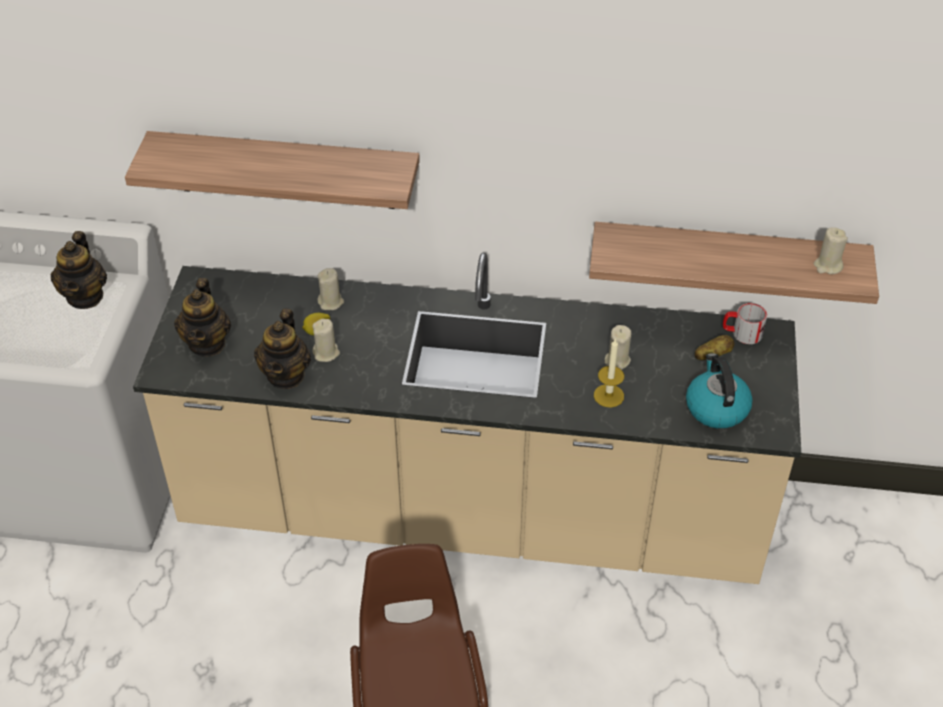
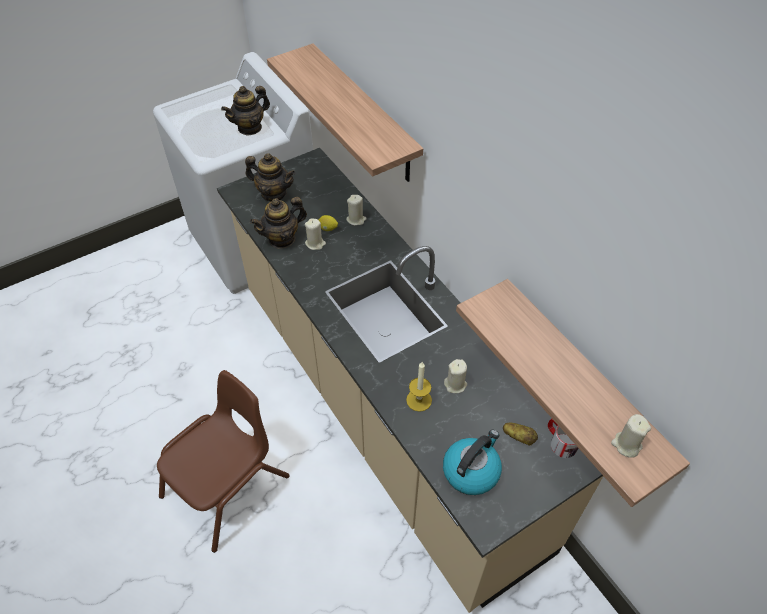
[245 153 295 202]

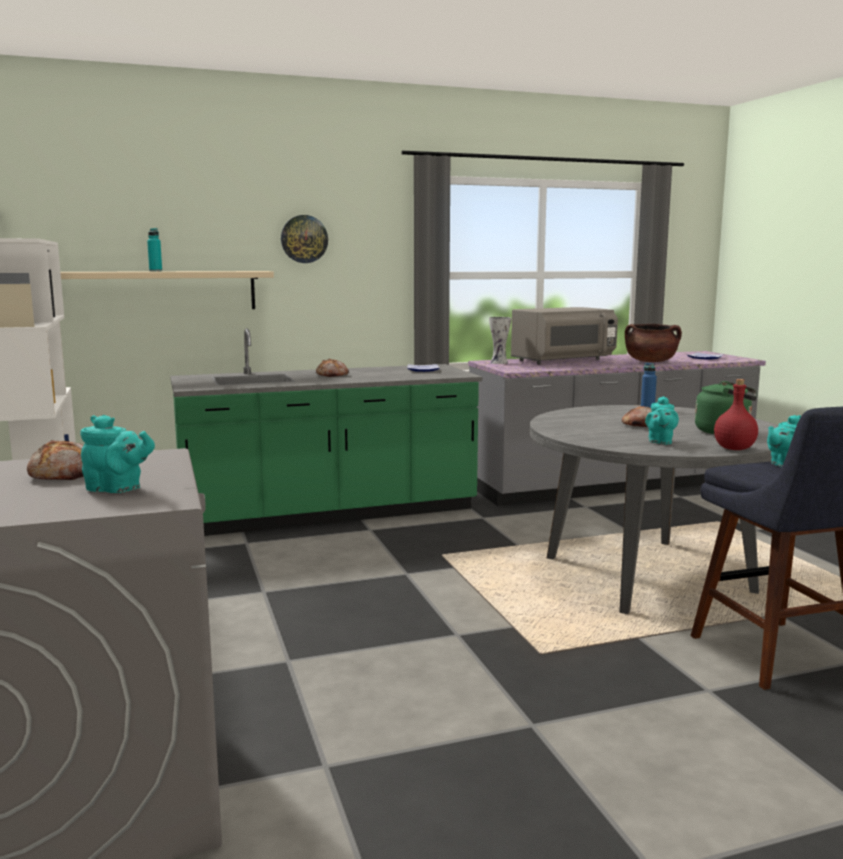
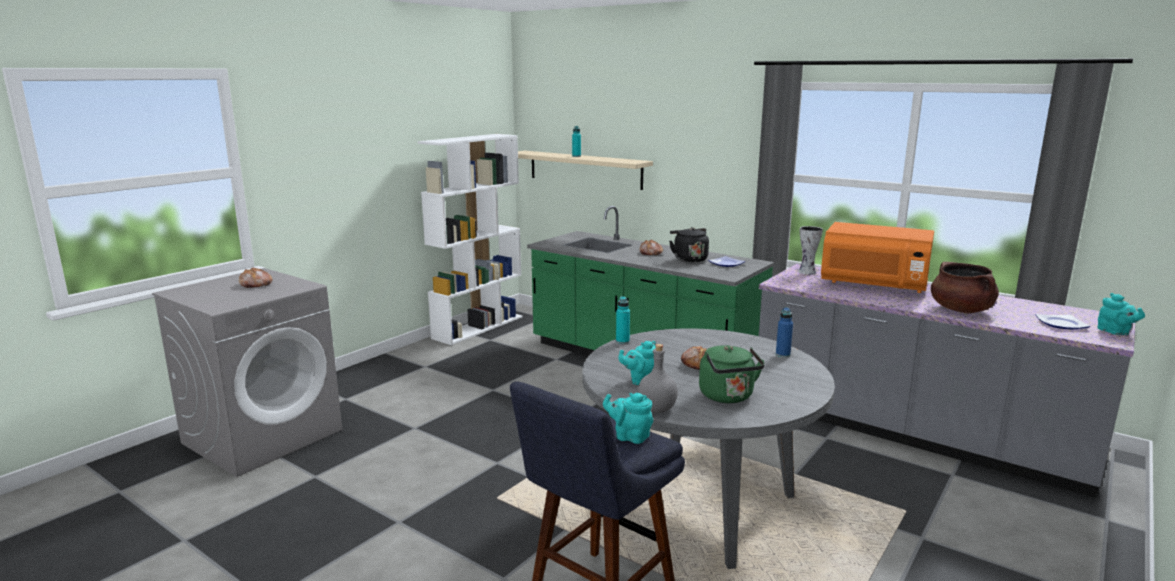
[281 215 328 263] (first image)
[616 296 630 344]
[669 227 709 263]
[1097 293 1145 335]
[821 222 934 293]
[637 344 678 413]

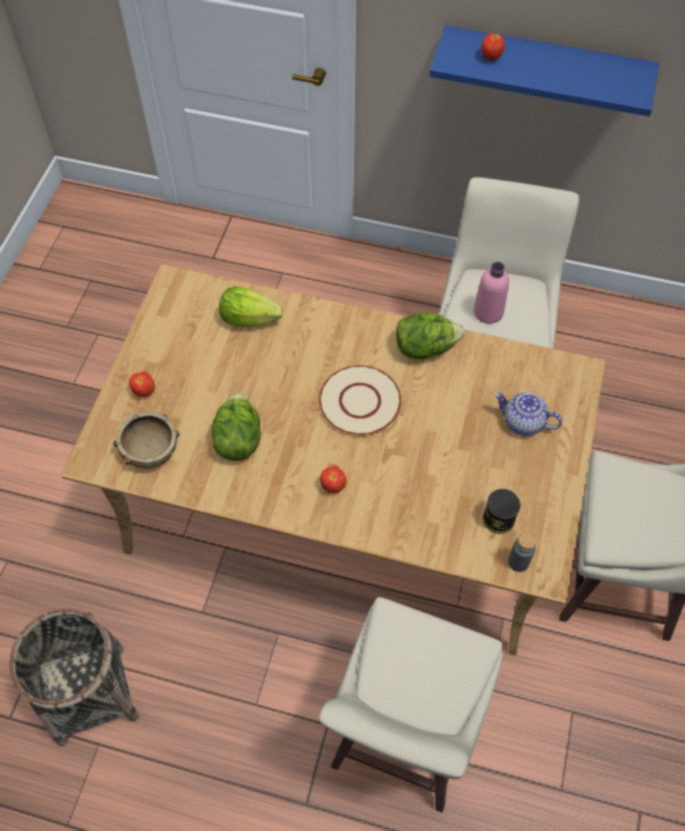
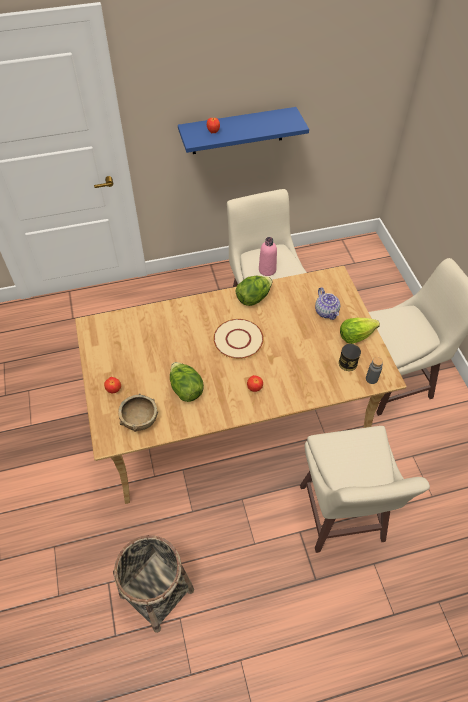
[340 318 380 344]
[315 287 340 320]

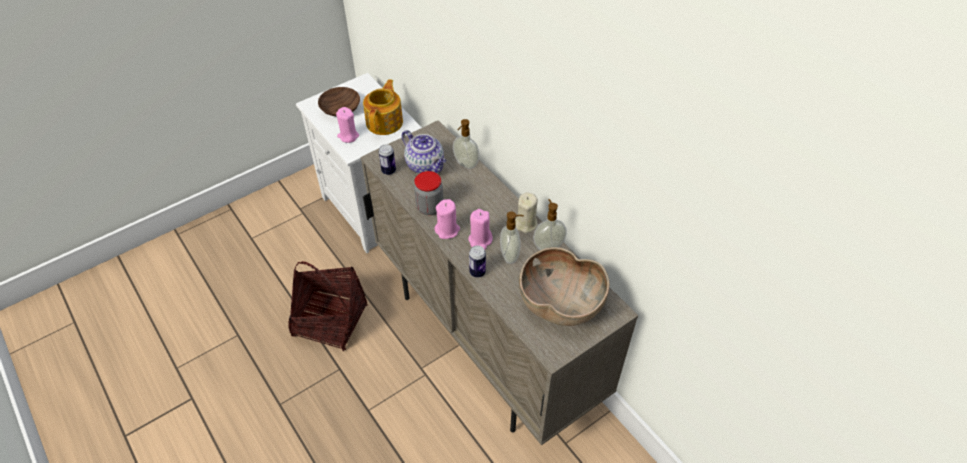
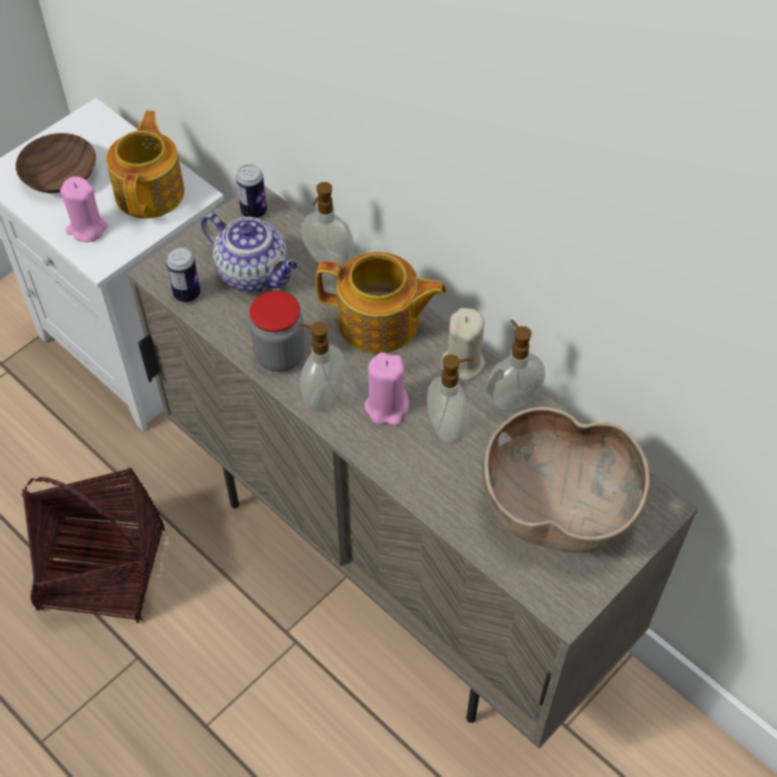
[316 252 447 353]
[236 164 267 218]
[299 322 345 412]

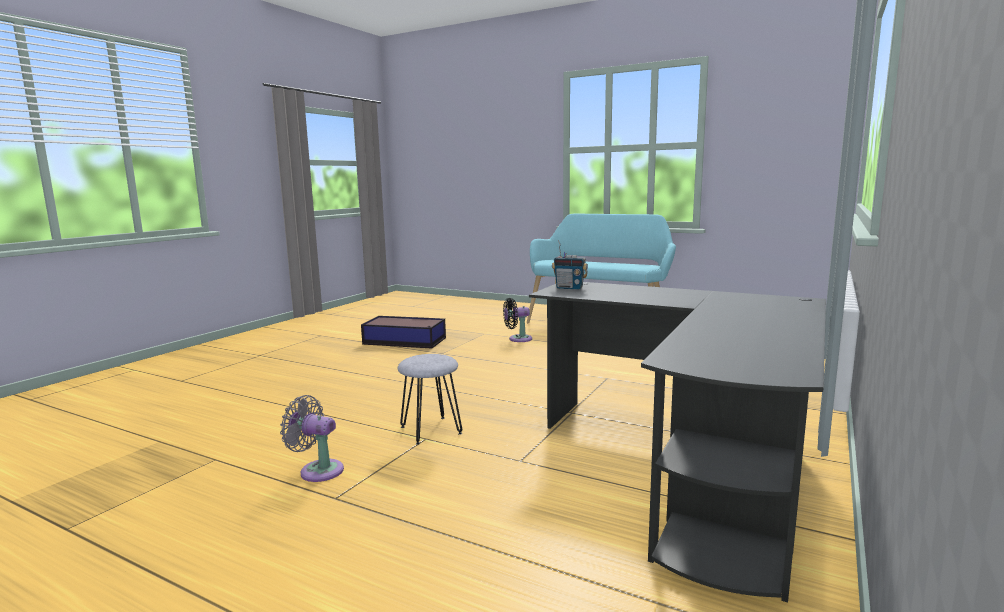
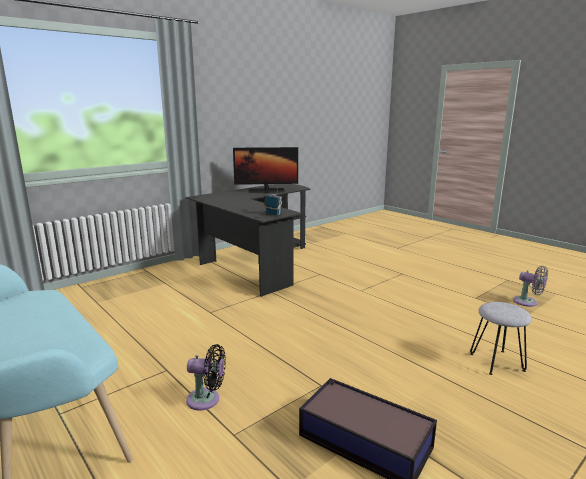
[233 147 298 193]
[513 266 548 307]
[470 302 532 375]

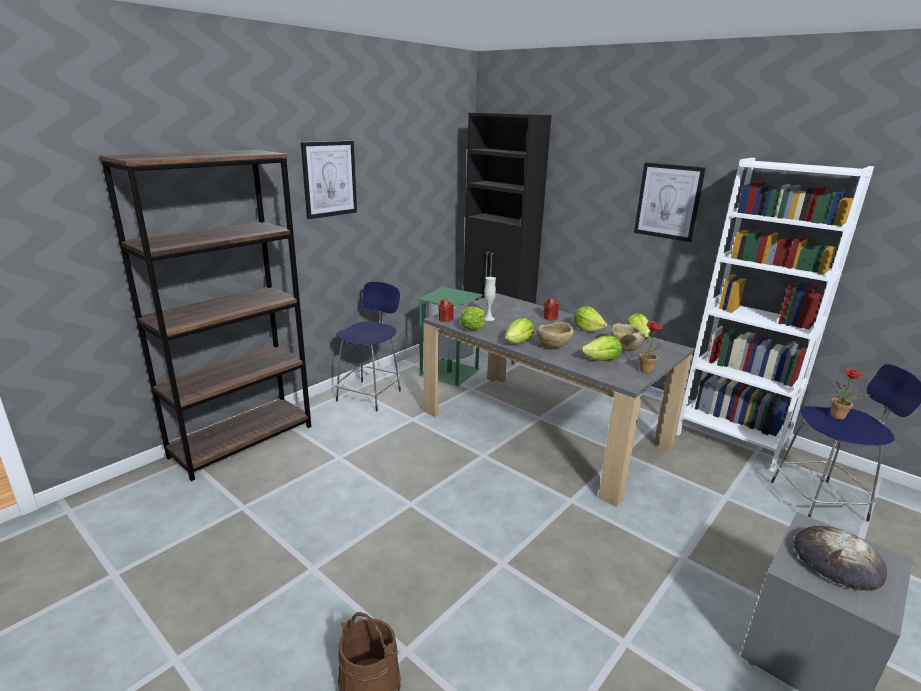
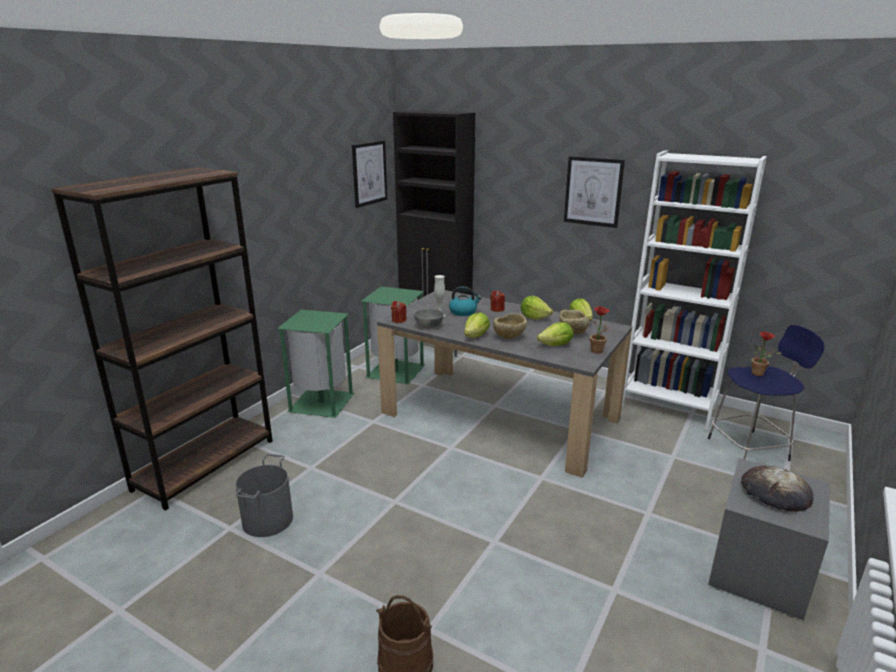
[235 454 293 537]
[449 286 481 316]
[352 140 387 208]
[277 310 354 418]
[414 309 444 328]

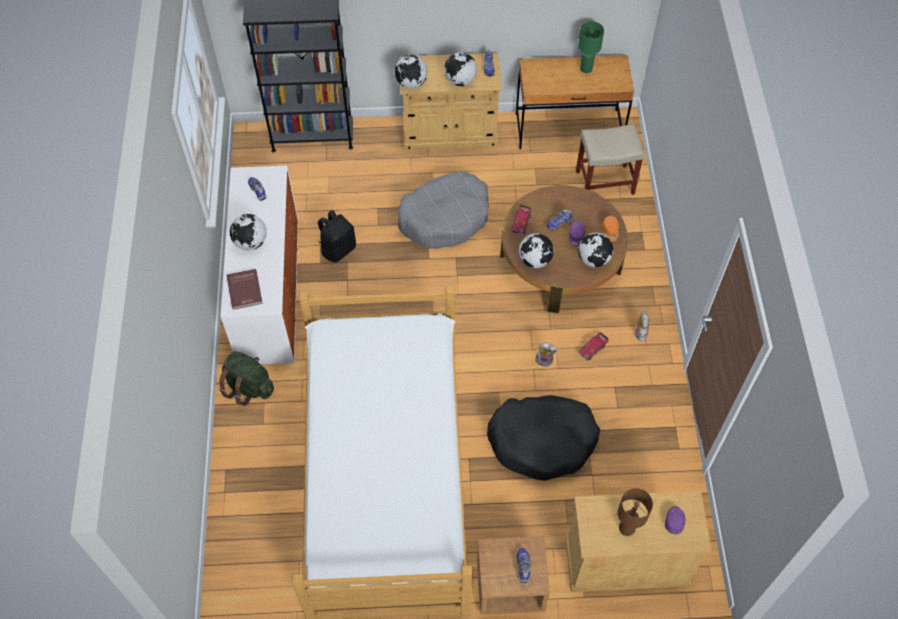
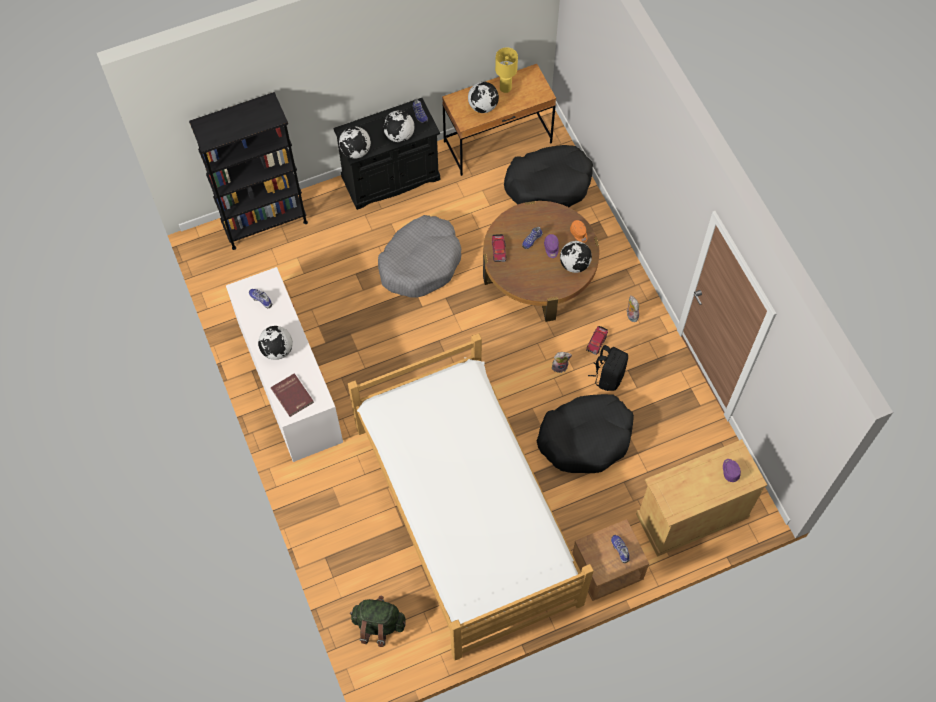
[618 488 653 536] (first image)
[350 596 406 647]
[588 345 628 391]
[468 82 499 113]
[504 145 593 207]
[333 98 440 210]
[495 47 518 93]

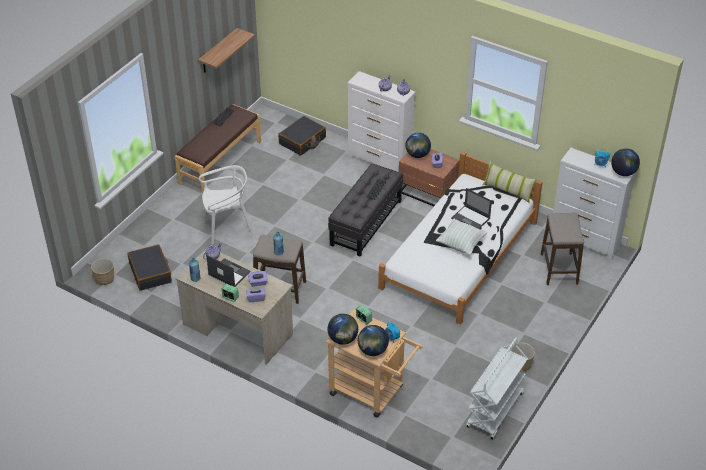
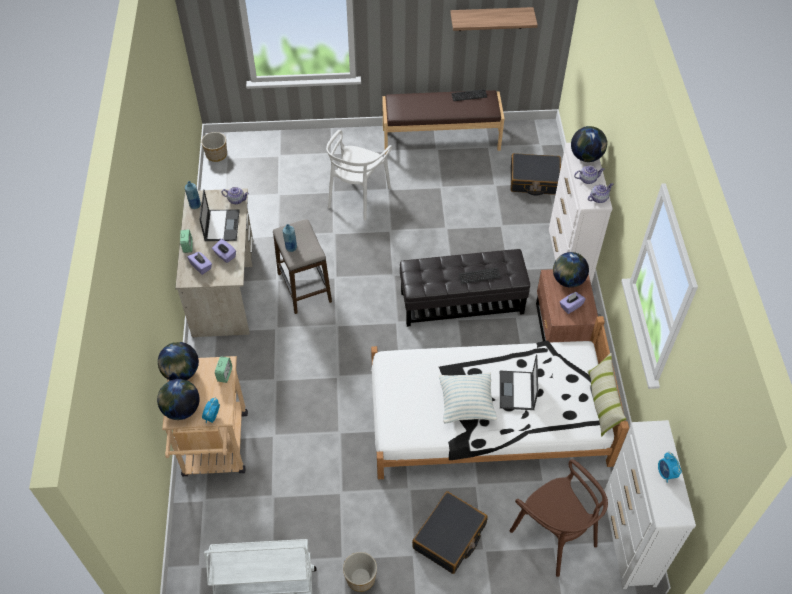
[412 491 488 574]
[571 126 607 162]
[510 459 608 577]
[326 130 392 220]

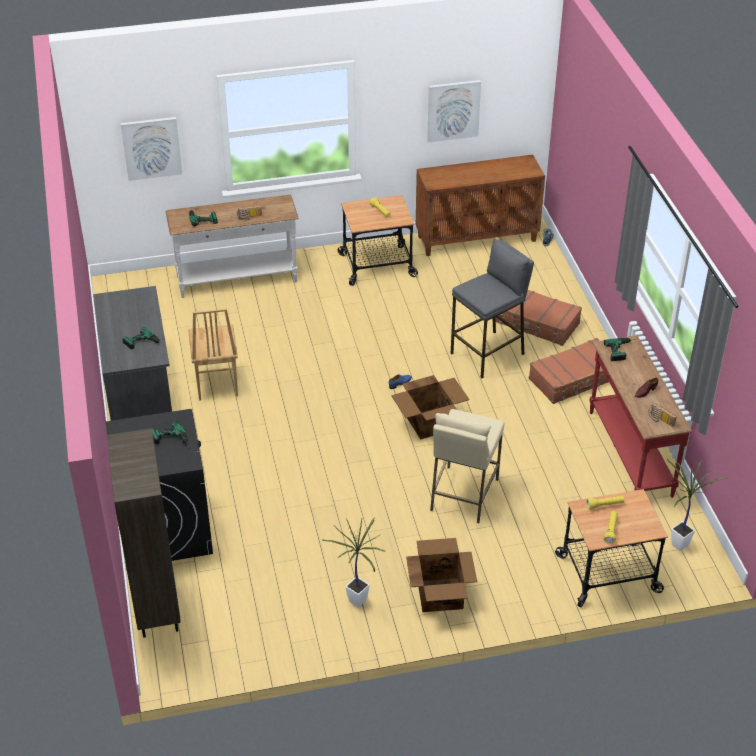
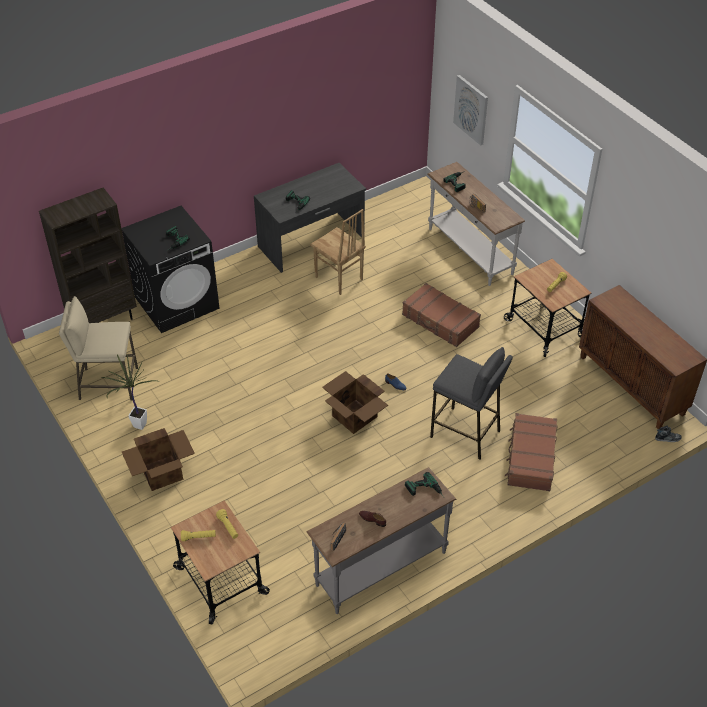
[427 80 481 142] (first image)
[667 459 729 551] (first image)
[59 296 138 401]
[402 283 481 347]
[306 467 456 614]
[310 209 366 295]

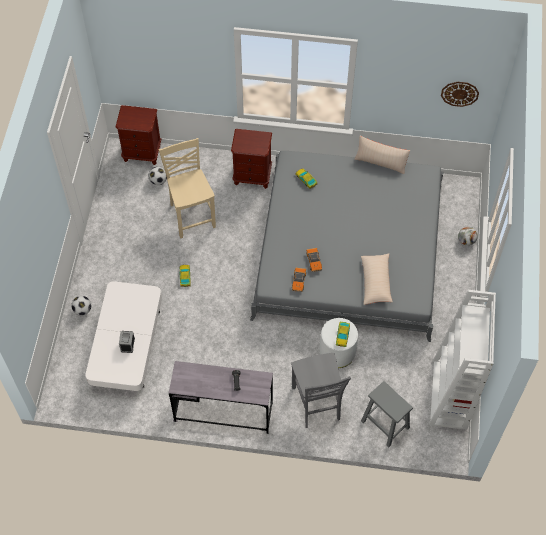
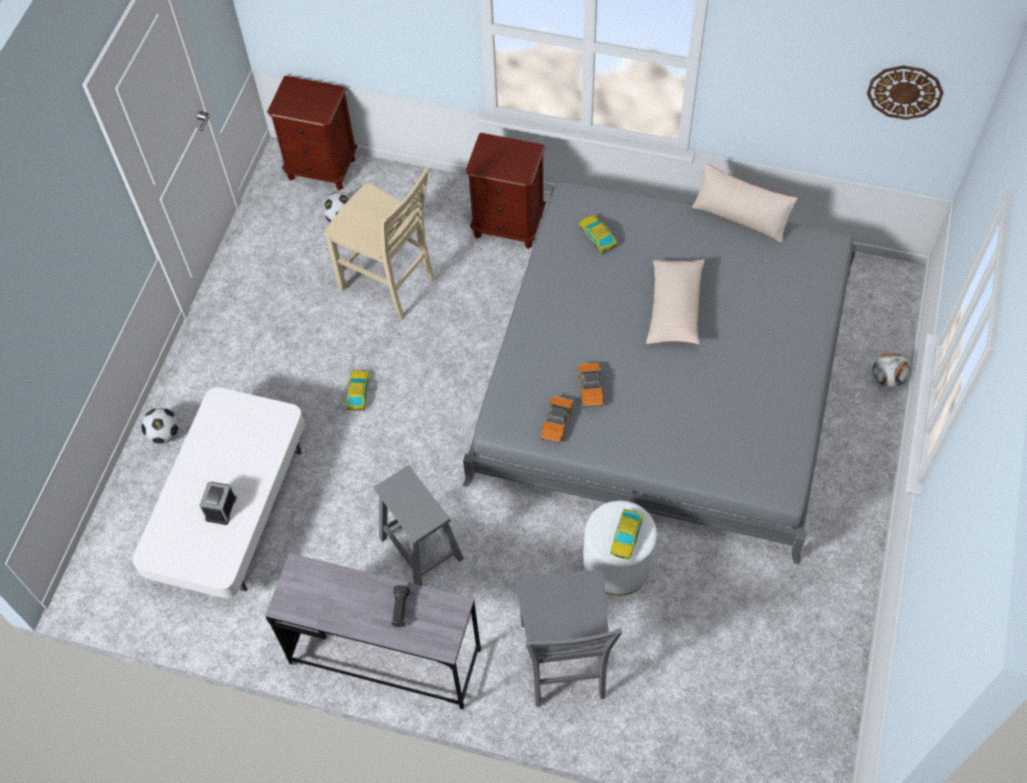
[429 290 496 430] (first image)
[646 259 705 344]
[374 465 464 585]
[324 167 435 319]

